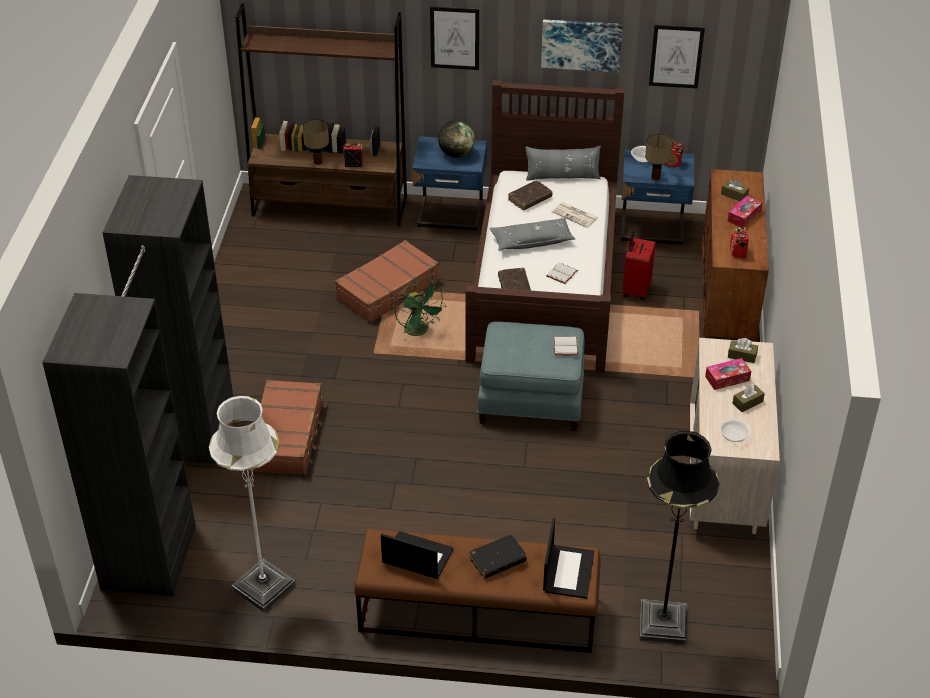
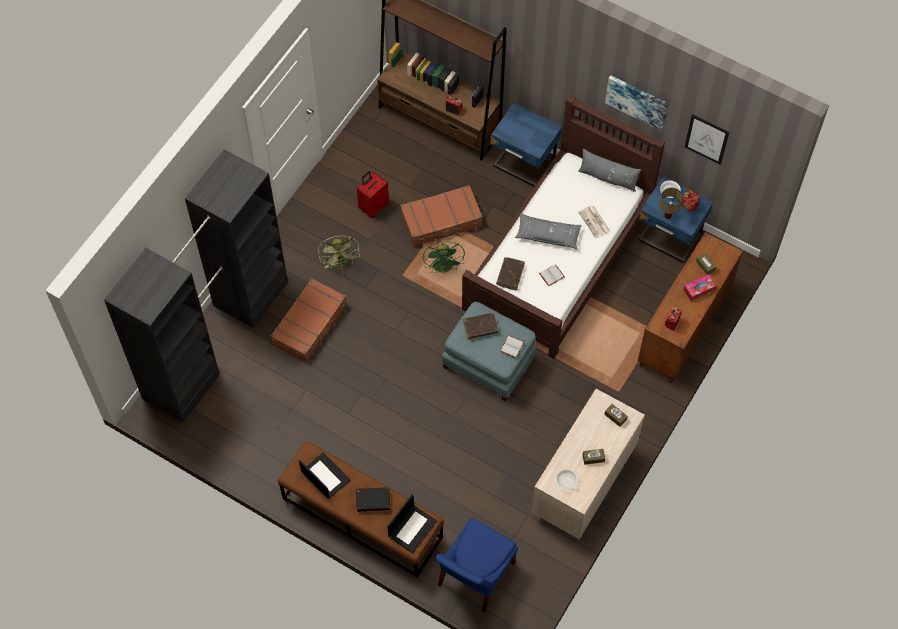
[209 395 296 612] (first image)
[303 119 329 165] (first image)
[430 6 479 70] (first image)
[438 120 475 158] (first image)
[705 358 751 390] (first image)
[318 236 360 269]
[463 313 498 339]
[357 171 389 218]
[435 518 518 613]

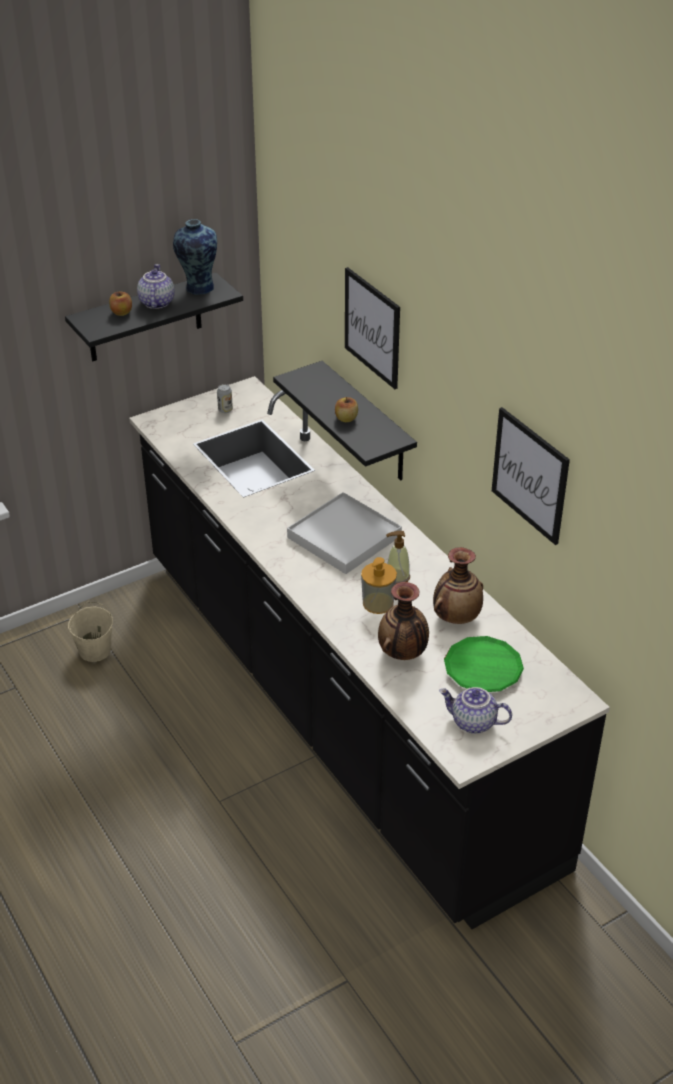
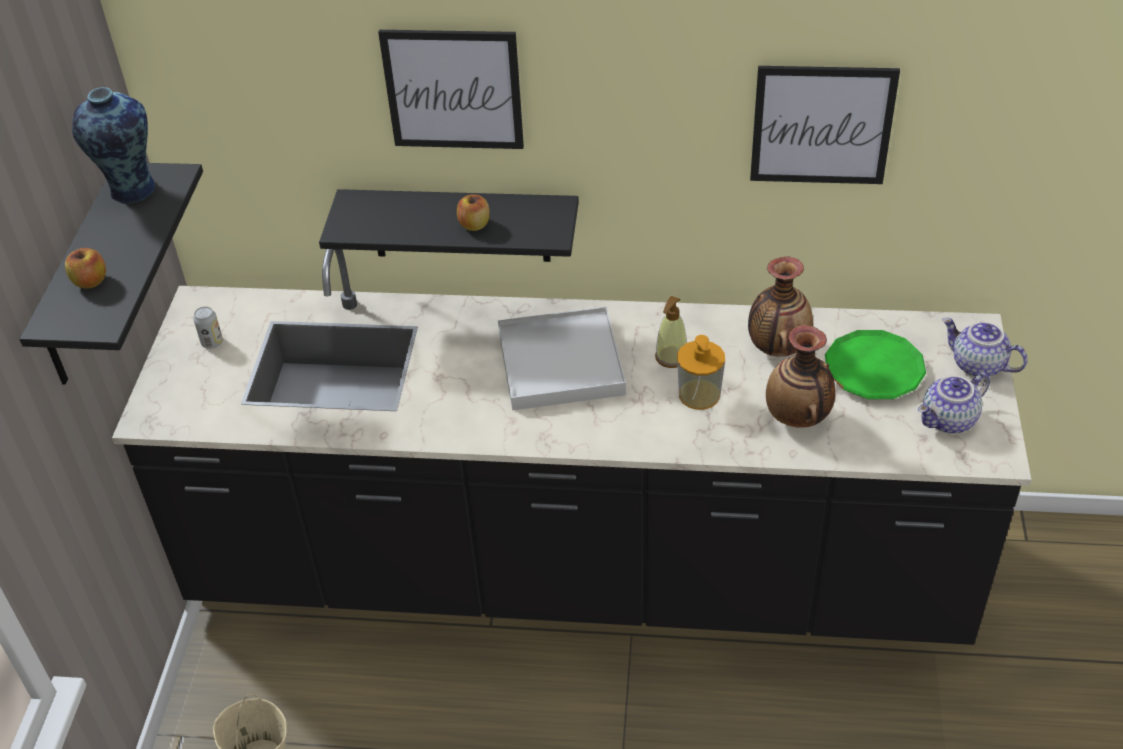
[942 318 1027 378]

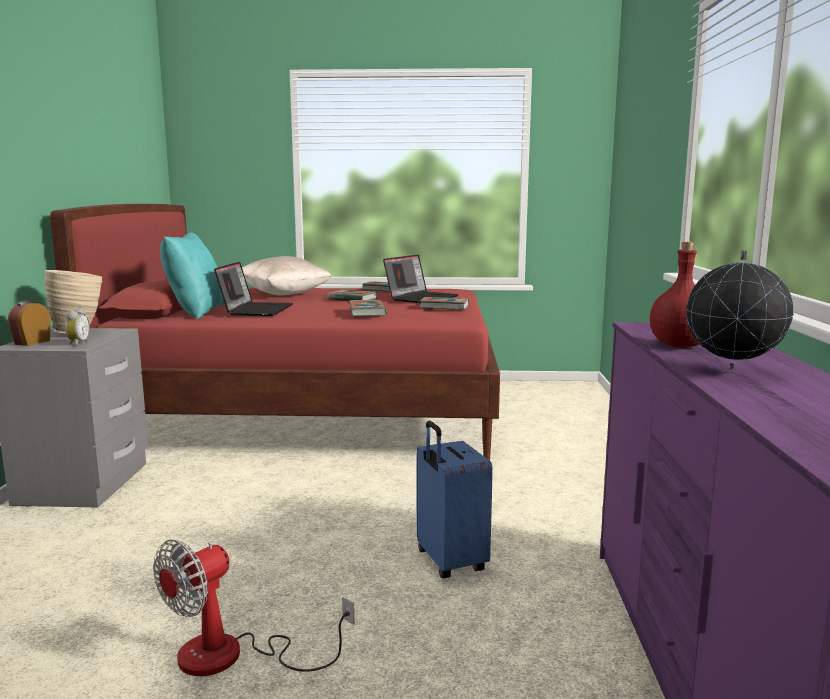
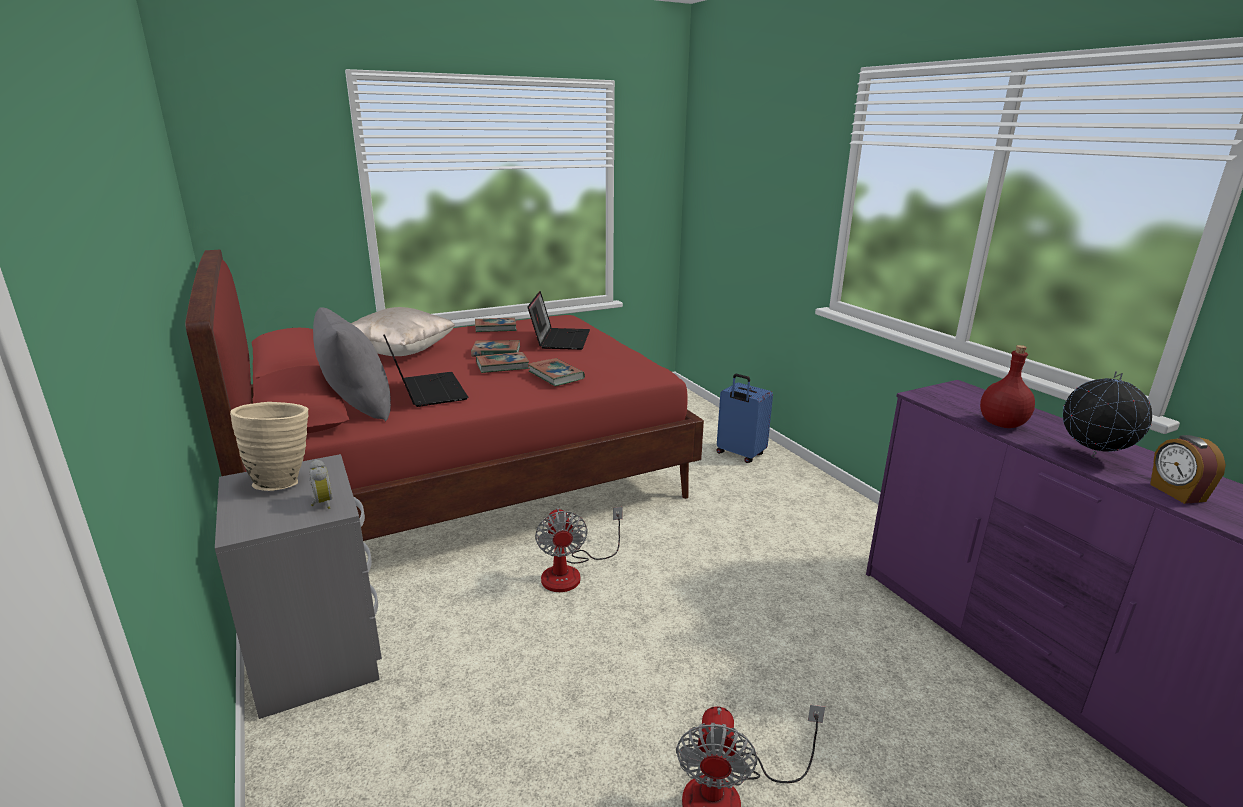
[535 507 623 592]
[1150 435 1226 504]
[716 374 773 463]
[476 352 529 373]
[313 307 391 421]

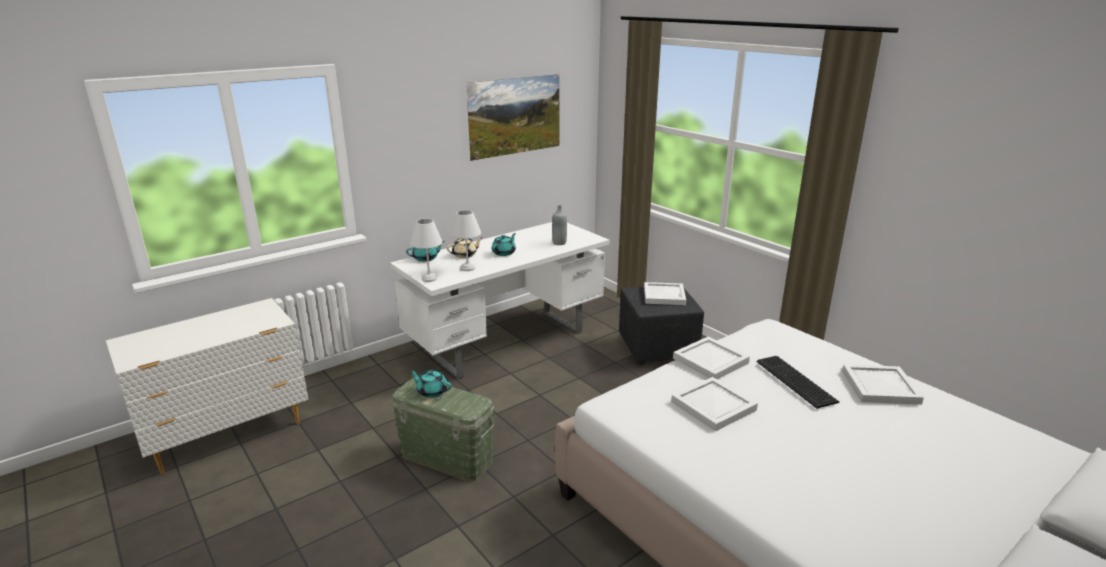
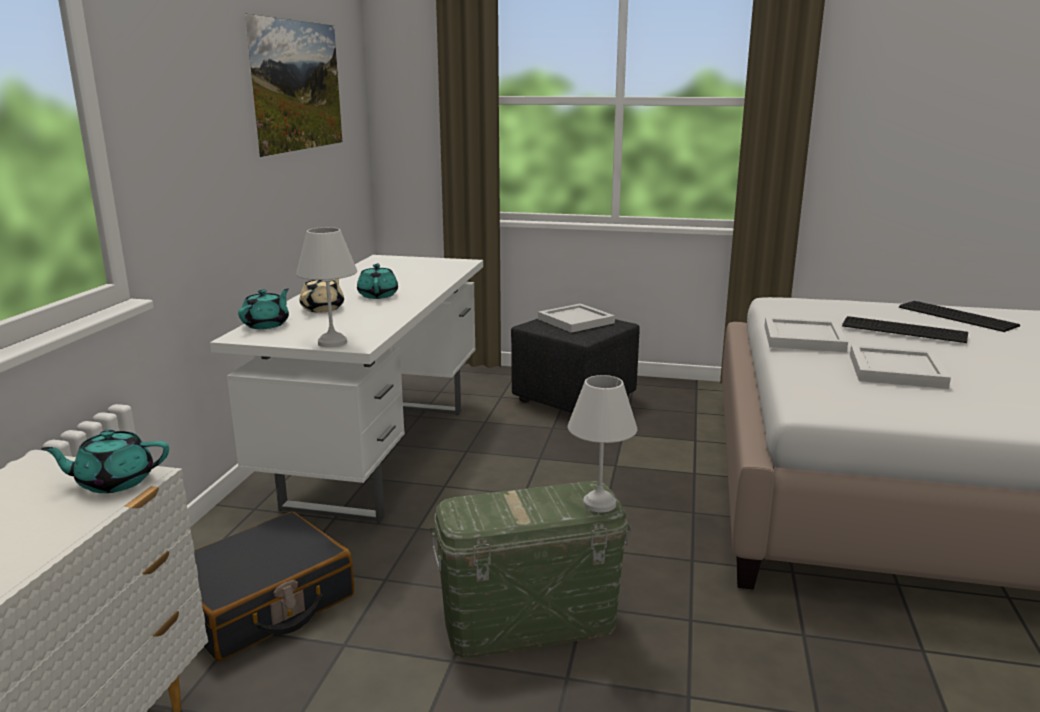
[552 204 567 245] (first image)
[194 512 354 661]
[41 429 169 493]
[568 375 637 512]
[899 301 1020 332]

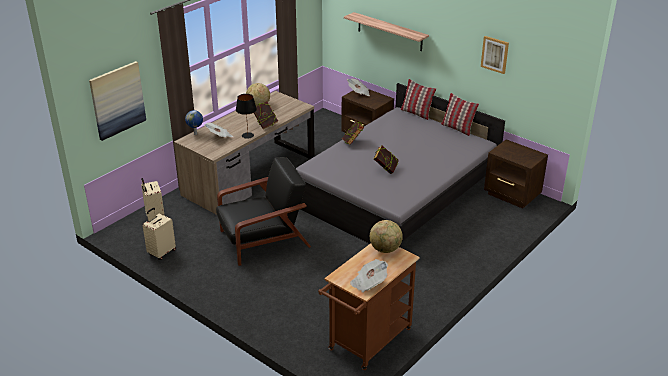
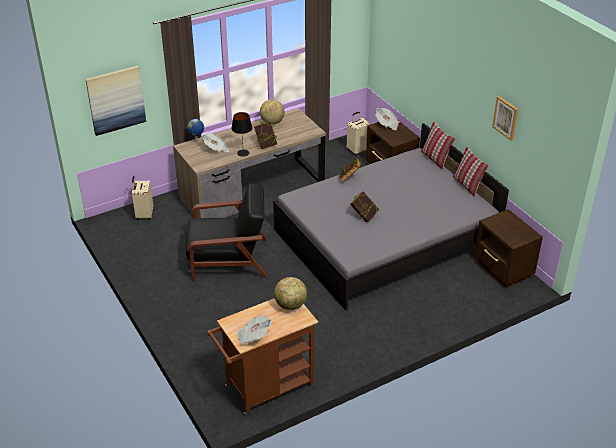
[344 12 429 51] (first image)
[347 112 371 156]

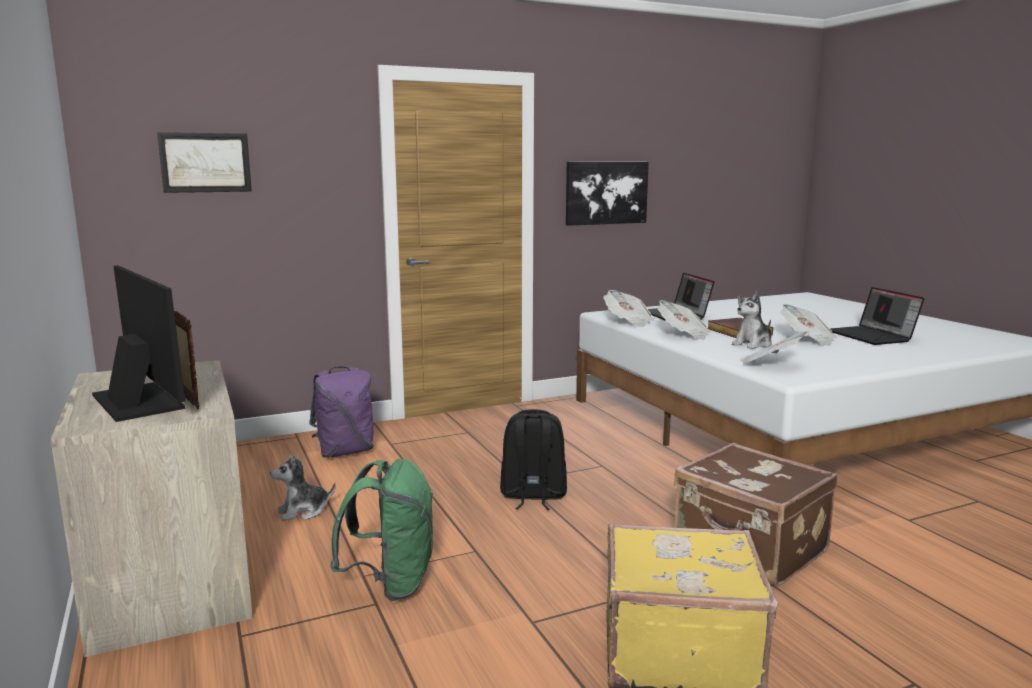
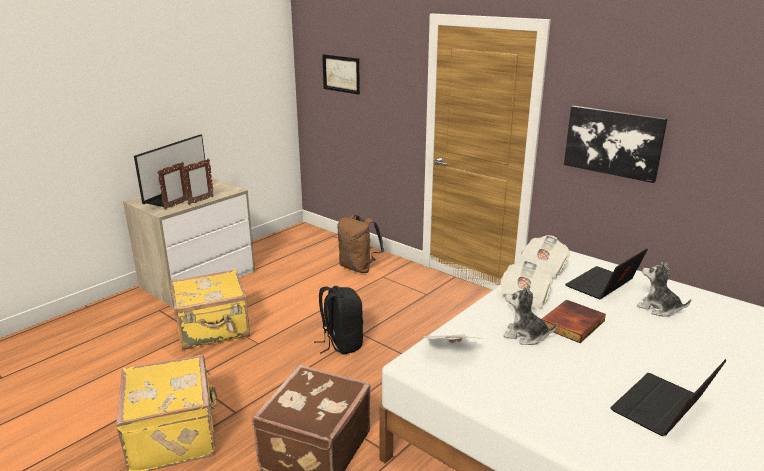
[780 304 837 346] (first image)
[182 159 214 205]
[637 262 691 317]
[170 269 250 350]
[337 215 384 273]

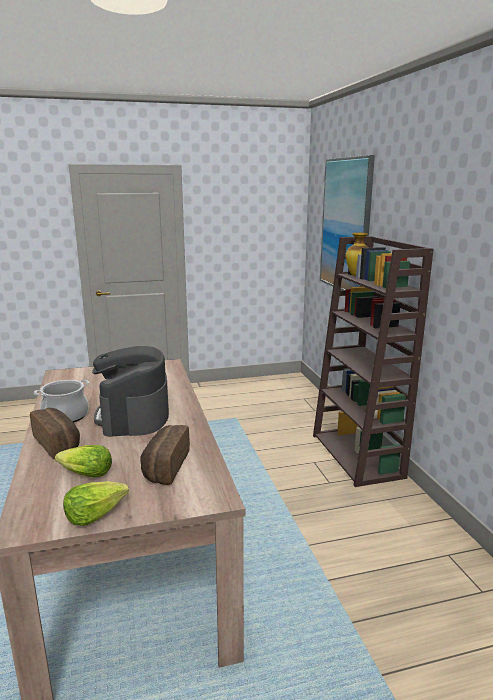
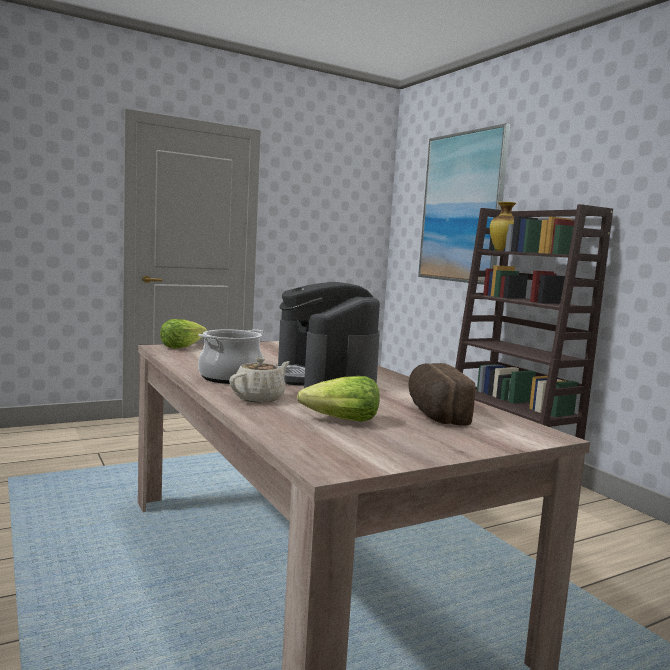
[160 319 208 349]
[229 358 290 402]

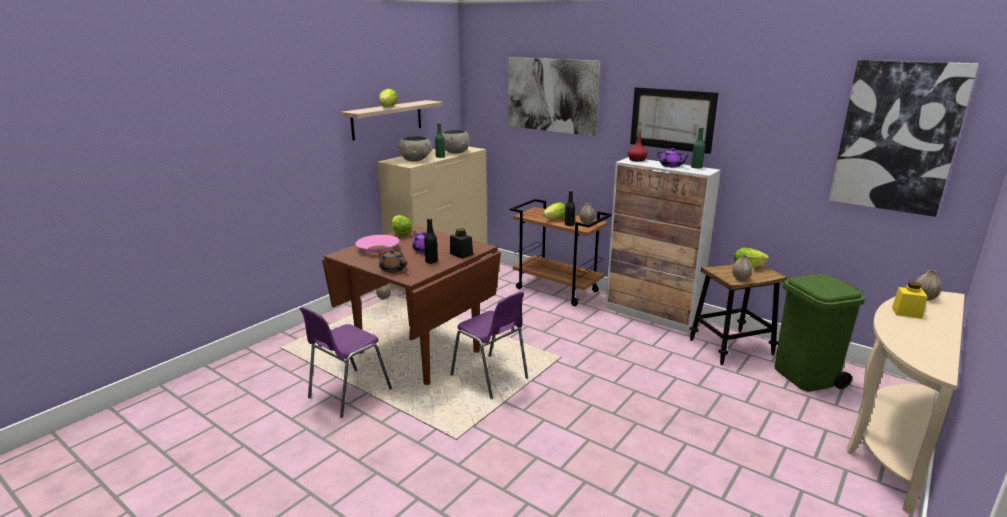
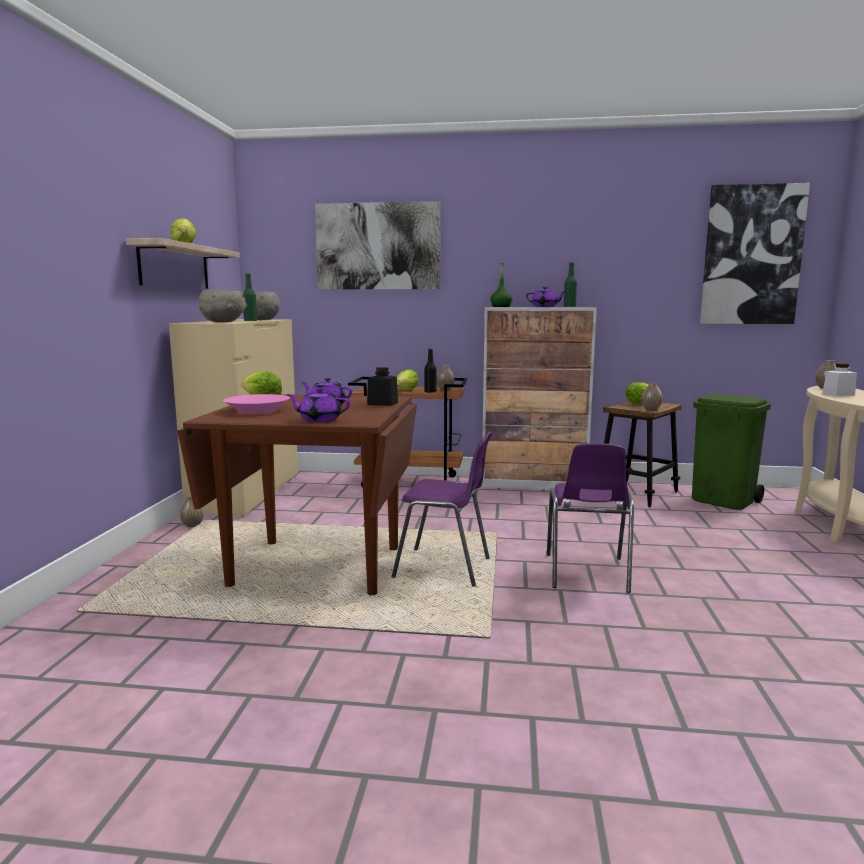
[424 218 438 264] (first image)
[630 87 719 154] (first image)
[547 443 634 593]
[286 388 350 422]
[490 263 512 307]
[822 363 857 396]

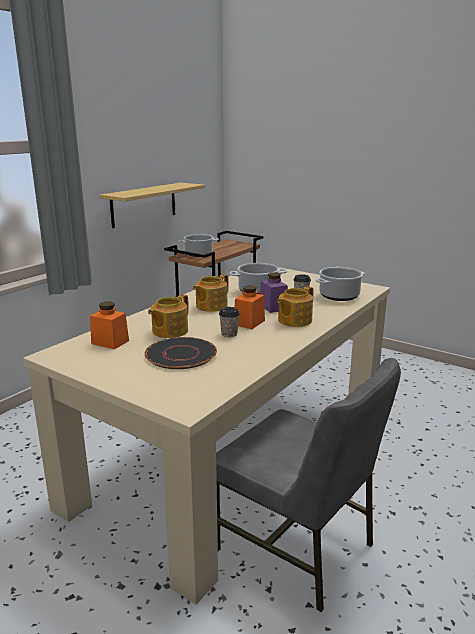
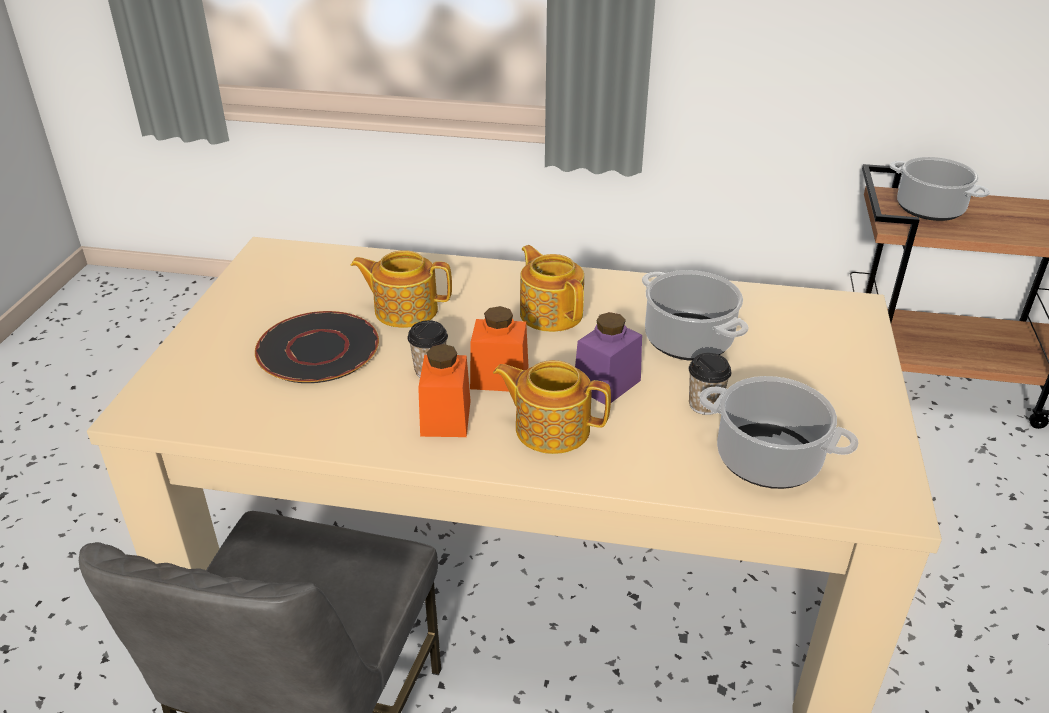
[99 183 205 228] (first image)
[418 344 471 437]
[520 245 584 332]

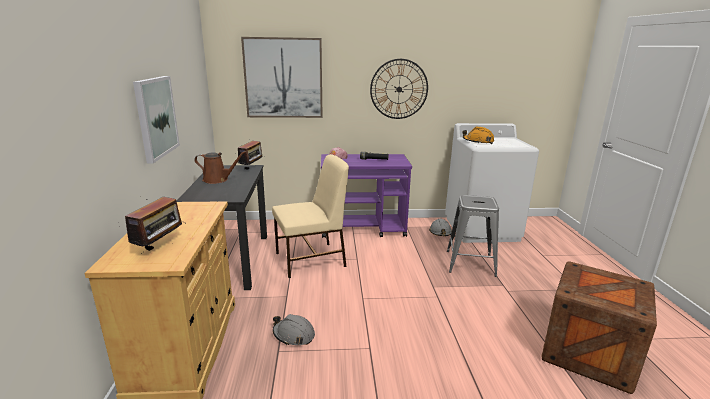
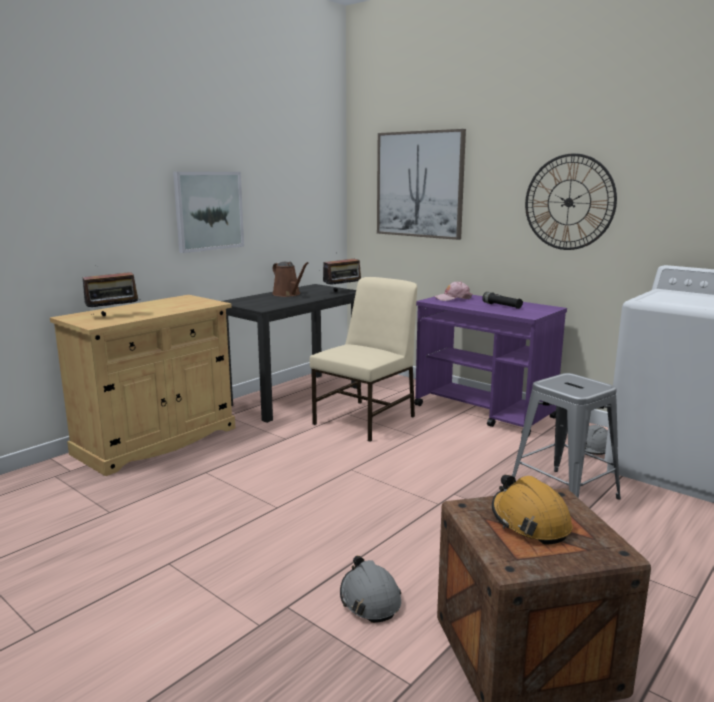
[340 556 401 623]
[492 475 573 545]
[310 277 417 442]

